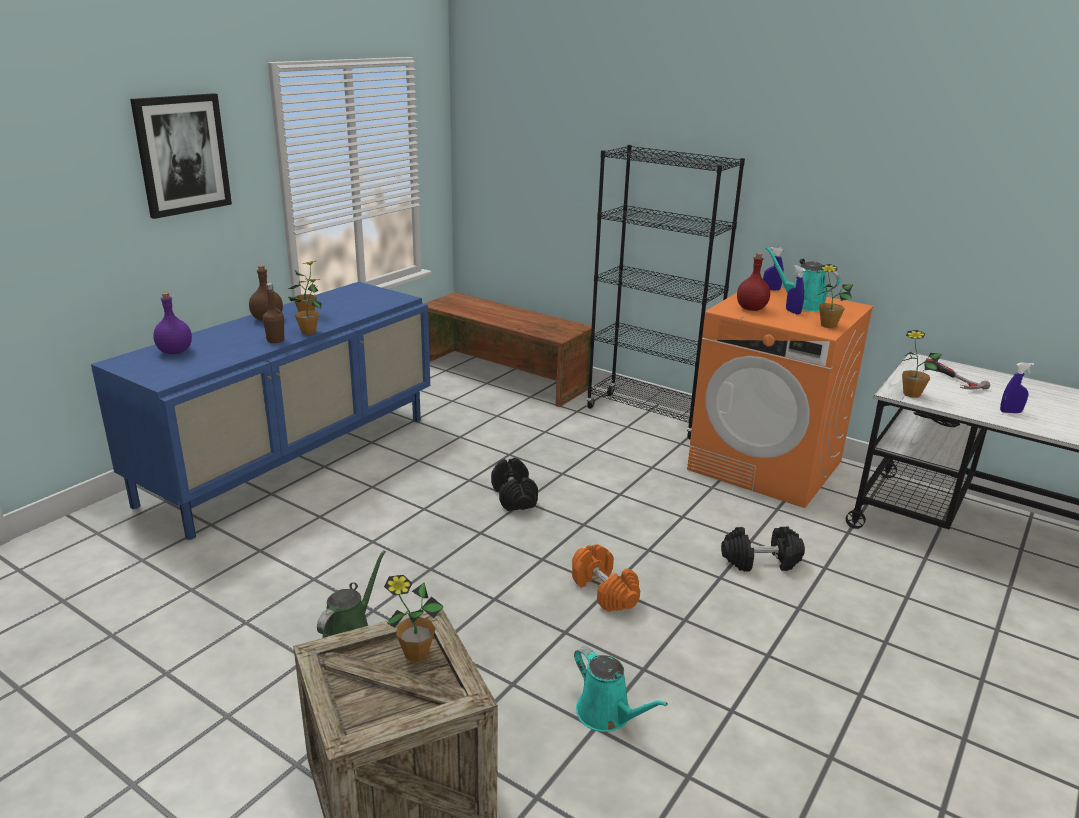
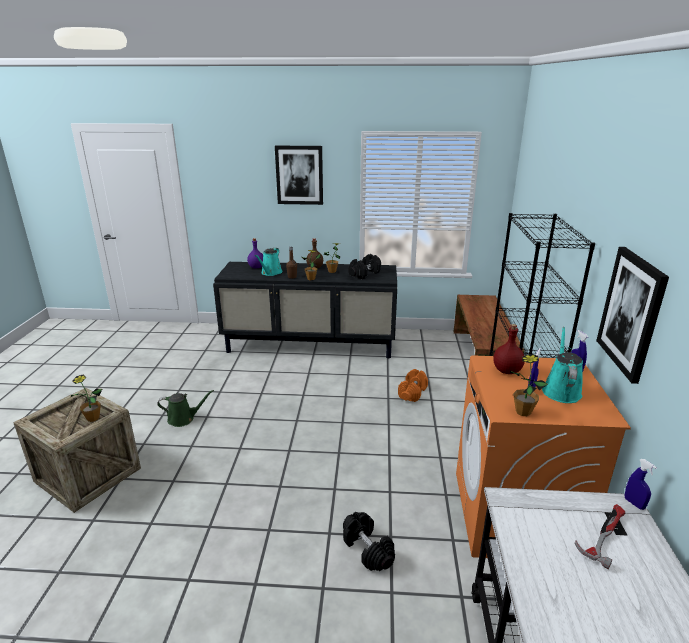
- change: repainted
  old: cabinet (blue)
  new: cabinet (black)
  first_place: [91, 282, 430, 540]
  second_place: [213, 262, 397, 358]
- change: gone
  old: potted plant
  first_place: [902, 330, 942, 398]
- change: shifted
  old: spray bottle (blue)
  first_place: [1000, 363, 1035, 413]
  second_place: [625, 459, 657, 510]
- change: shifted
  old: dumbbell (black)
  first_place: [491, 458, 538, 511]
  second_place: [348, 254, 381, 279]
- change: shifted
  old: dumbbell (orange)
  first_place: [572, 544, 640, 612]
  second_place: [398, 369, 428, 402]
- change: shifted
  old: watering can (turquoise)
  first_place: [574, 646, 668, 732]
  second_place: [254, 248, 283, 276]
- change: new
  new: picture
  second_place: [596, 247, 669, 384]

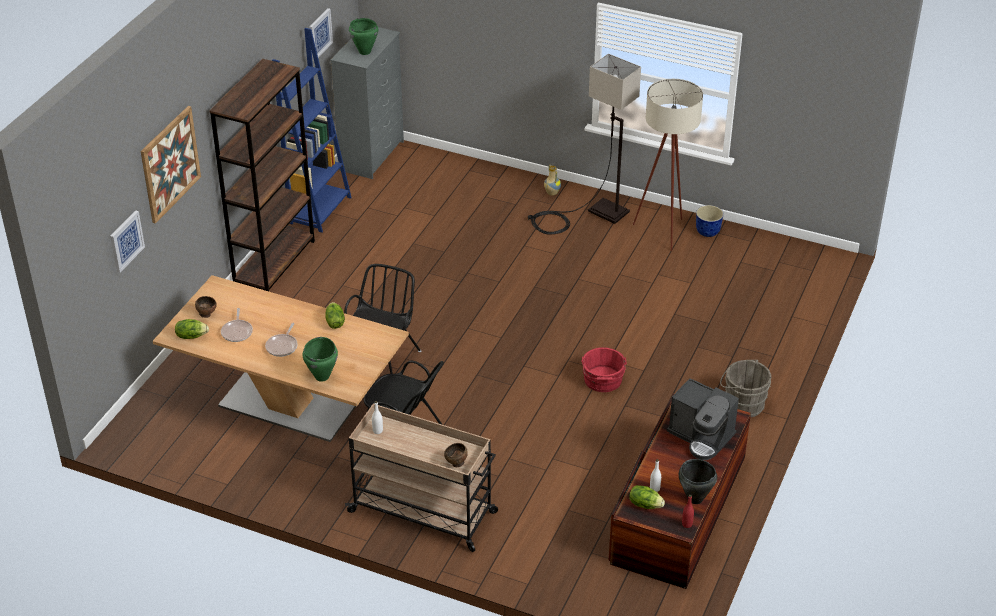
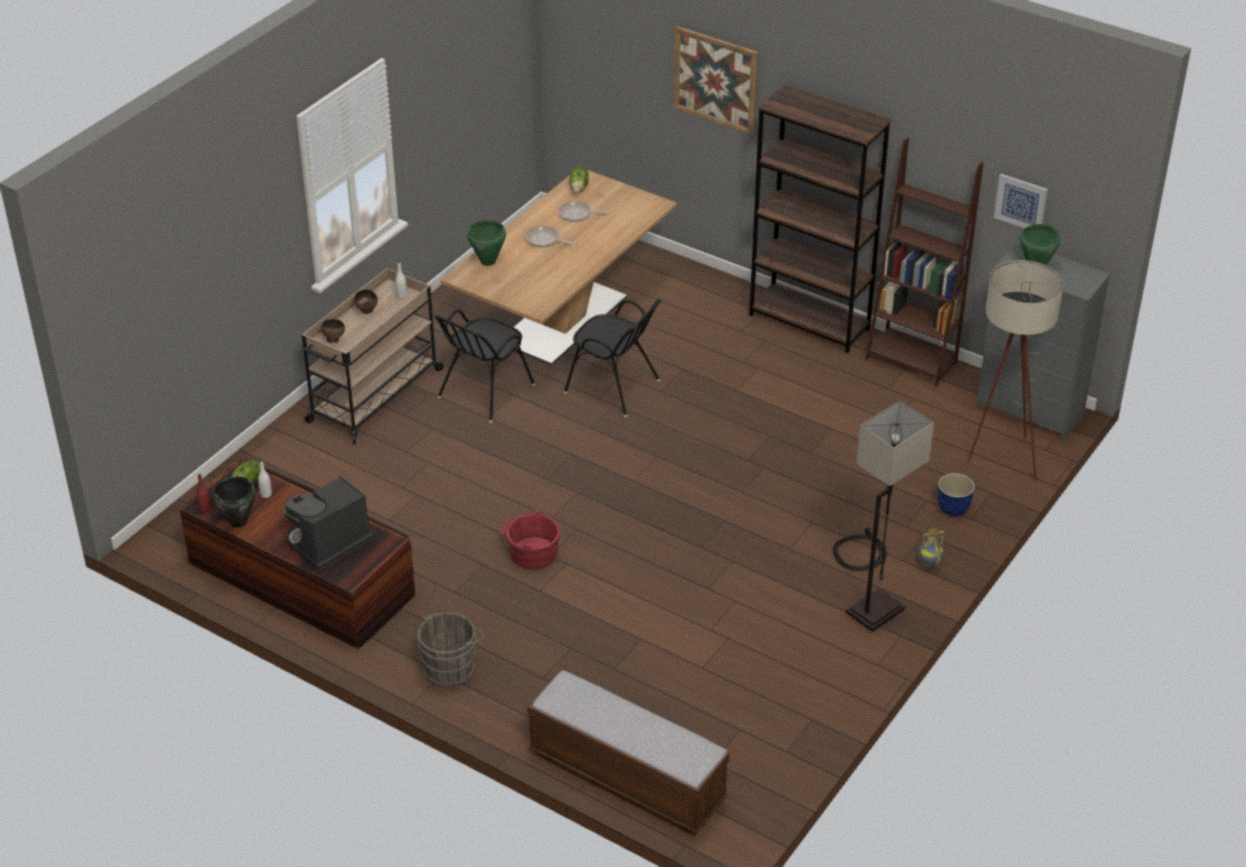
- change: repainted
  old: bookcase (blue)
  new: bookcase (brown)
  first_place: [272, 28, 352, 232]
  second_place: [865, 137, 983, 387]
- change: shifted
  old: floor lamp (beige)
  first_place: [633, 79, 703, 251]
  second_place: [968, 260, 1064, 481]
- change: shifted
  old: planter
  first_place: [696, 205, 724, 237]
  second_place: [938, 473, 975, 516]
- change: gone
  old: picture
  first_place: [110, 211, 145, 273]
- change: shifted
  old: bowl (brown)
  first_place: [195, 296, 217, 318]
  second_place: [354, 289, 378, 314]
- change: gone
  old: lettuce
  first_place: [325, 302, 345, 329]
- change: new
  new: bench
  second_place: [527, 670, 729, 834]

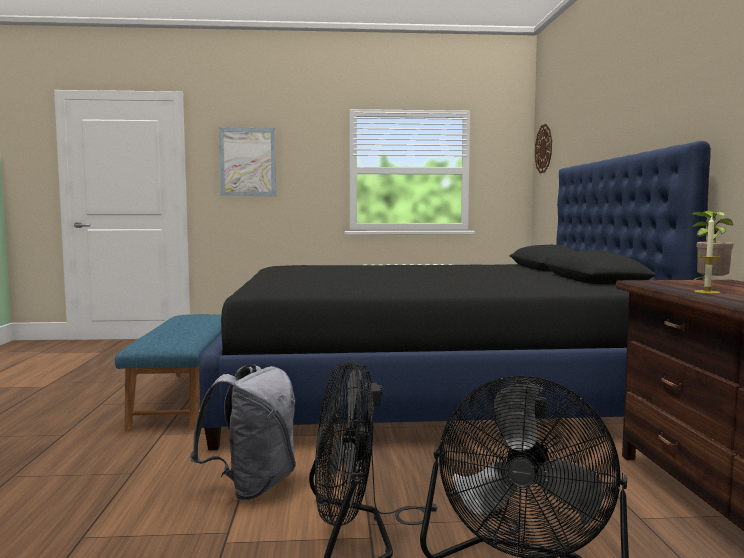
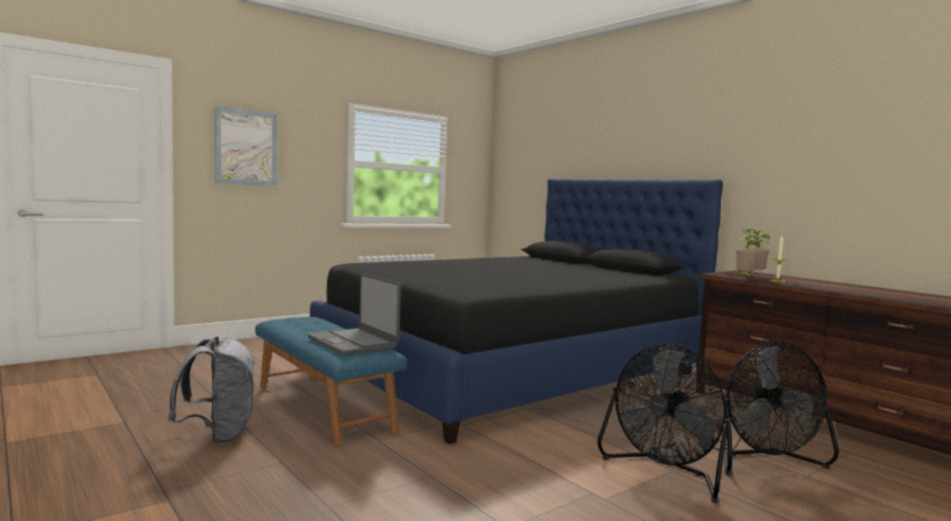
- change: gone
  old: wall clock
  first_place: [535, 124, 552, 173]
- change: shifted
  old: backpack (grey)
  first_place: [190, 364, 296, 501]
  second_place: [168, 337, 255, 444]
- change: new
  new: potted plant
  second_place: [736, 229, 759, 278]
- change: new
  new: laptop
  second_place: [308, 273, 401, 355]

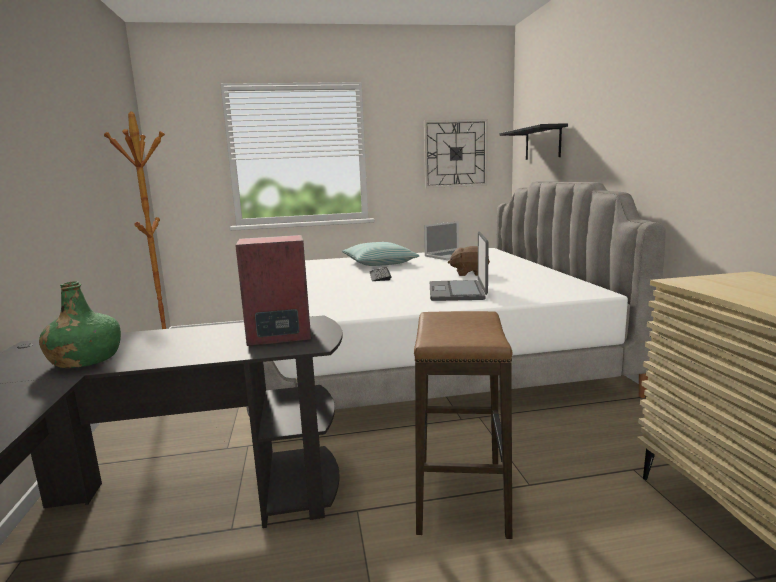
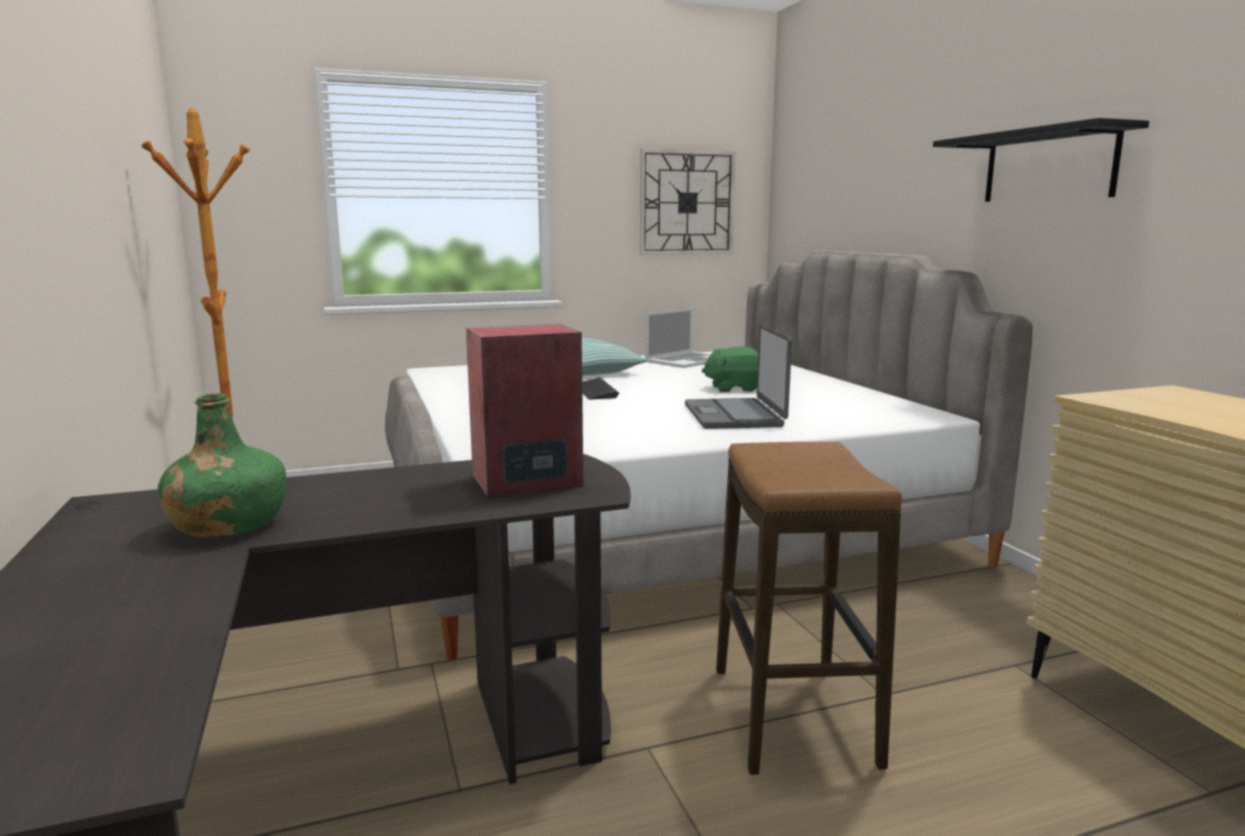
- change: shifted
  old: shelf (black)
  first_place: [500, 123, 568, 160]
  second_place: [933, 118, 1149, 202]
- change: repainted
  old: plush toy (brown)
  new: plush toy (green)
  first_place: [448, 246, 490, 276]
  second_place: [701, 346, 758, 392]

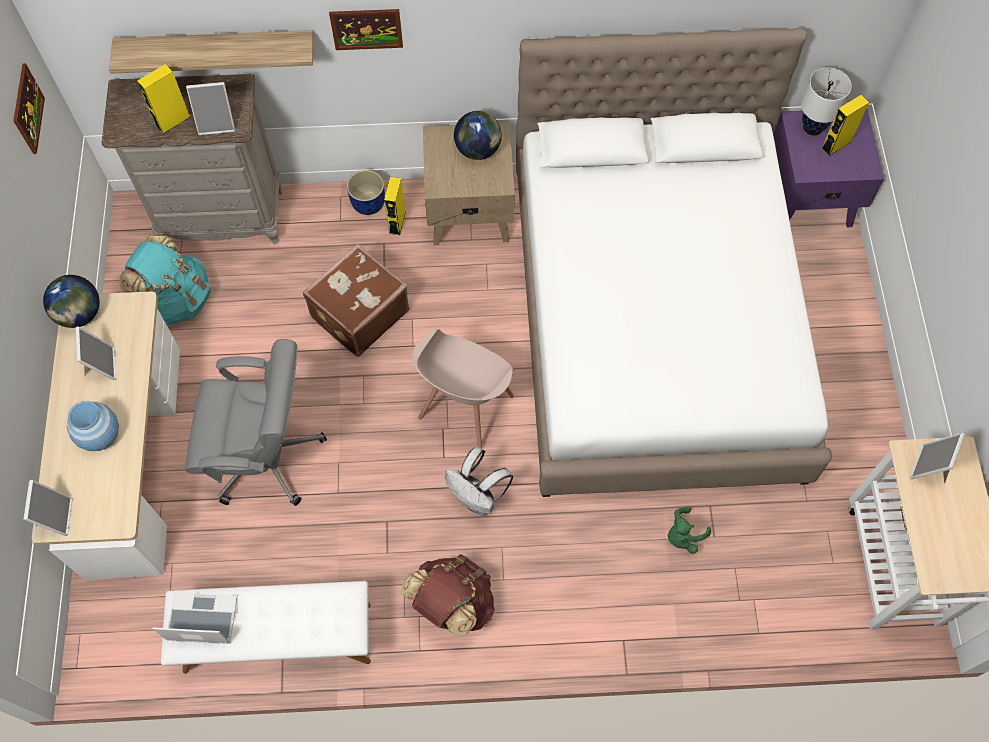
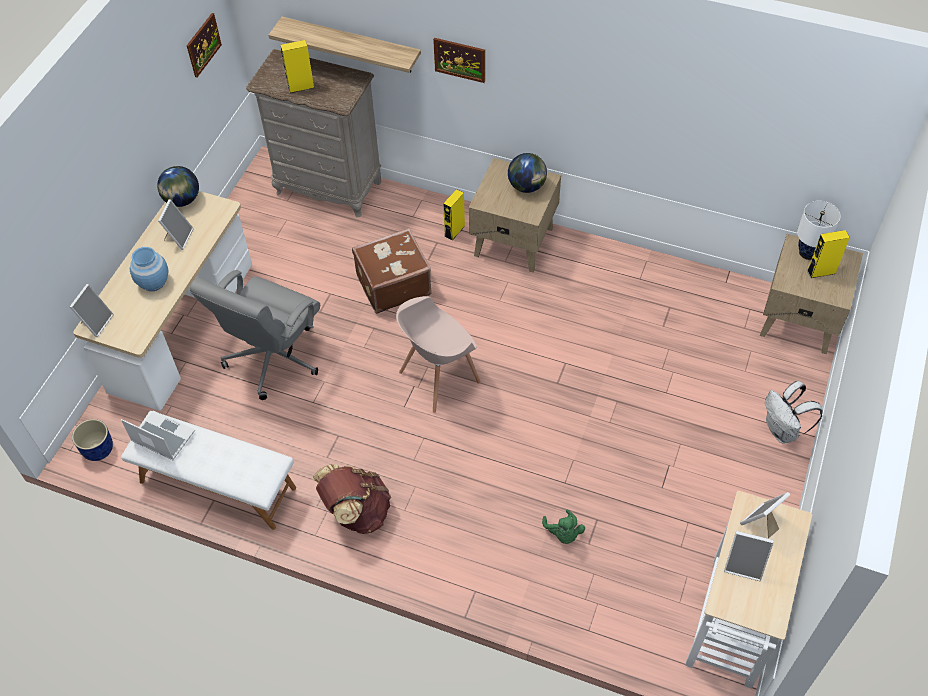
- change: gone
  old: bed (white)
  first_place: [516, 28, 832, 497]
- change: shifted
  old: picture frame
  first_place: [186, 82, 235, 135]
  second_place: [724, 531, 774, 581]
- change: repainted
  old: nightstand (purple)
  new: nightstand (beige)
  first_place: [773, 109, 884, 228]
  second_place: [760, 234, 863, 354]
- change: shifted
  old: planter (blue)
  first_place: [347, 170, 385, 215]
  second_place: [72, 419, 113, 461]
- change: gone
  old: backpack (turquoise)
  first_place: [119, 235, 211, 326]
- change: rotated
  old: office chair (grey)
  first_place: [185, 339, 327, 506]
  second_place: [190, 270, 320, 400]
  degrees: 90
- change: shifted
  old: backpack (white)
  first_place: [445, 447, 513, 516]
  second_place: [765, 381, 823, 444]
- change: rotated
  old: plush toy (green)
  first_place: [668, 507, 711, 554]
  second_place: [542, 509, 585, 544]
  degrees: -90

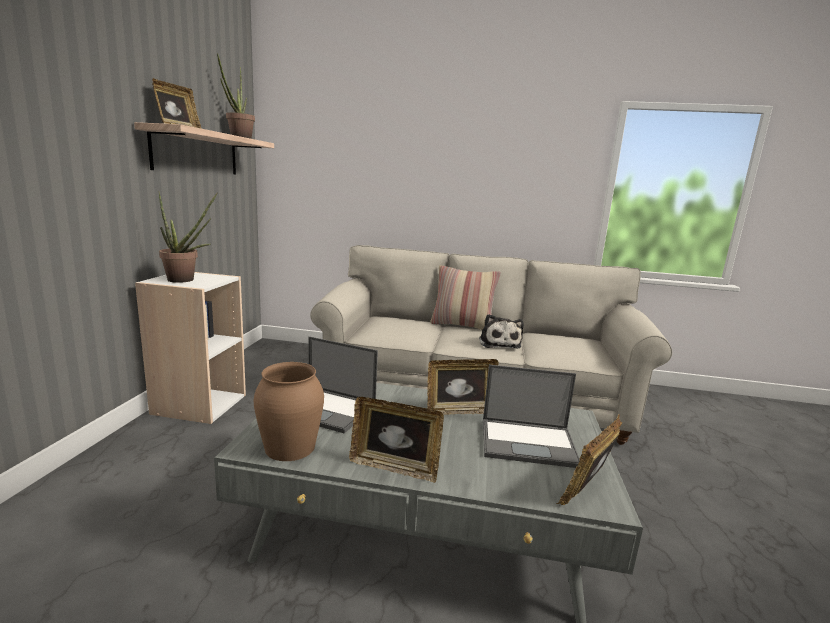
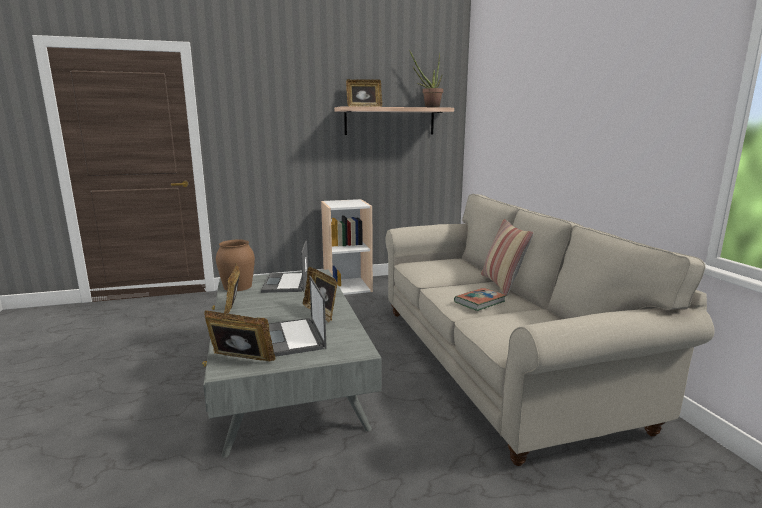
- change: gone
  old: potted plant
  first_place: [158, 191, 218, 283]
- change: swapped
  old: plush toy
  new: book
  first_place: [479, 314, 524, 348]
  second_place: [454, 288, 506, 311]

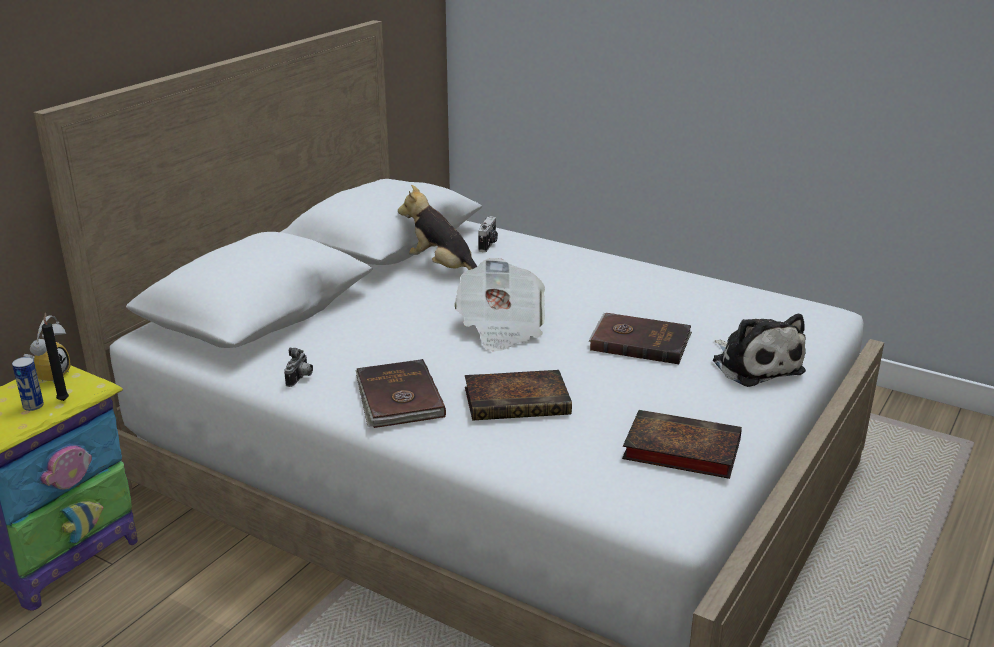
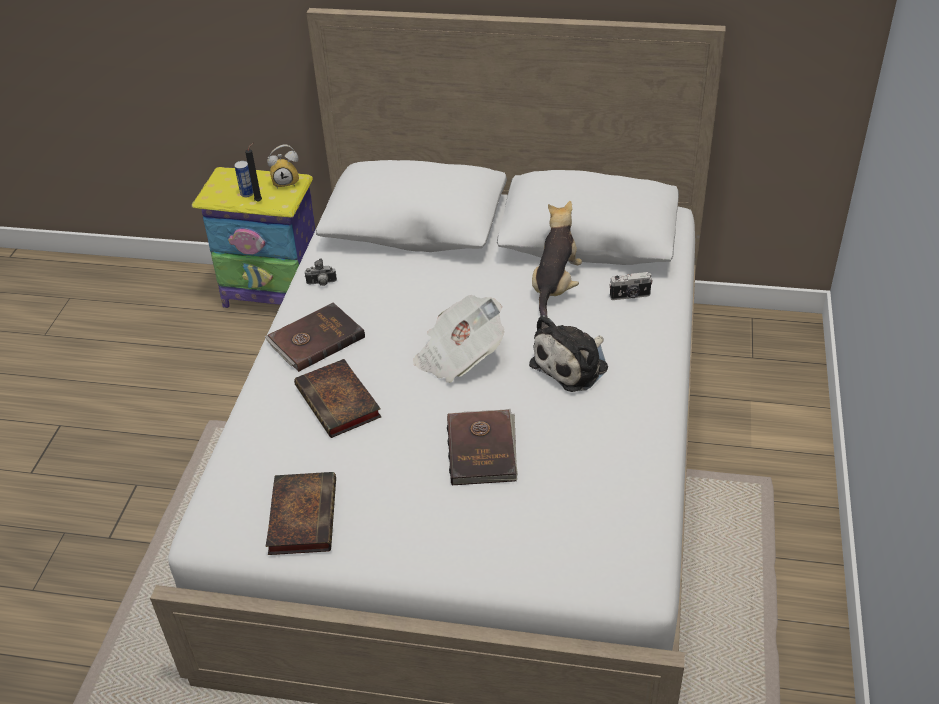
- change: shifted
  old: plush toy
  first_place: [713, 314, 806, 387]
  second_place: [529, 315, 608, 392]

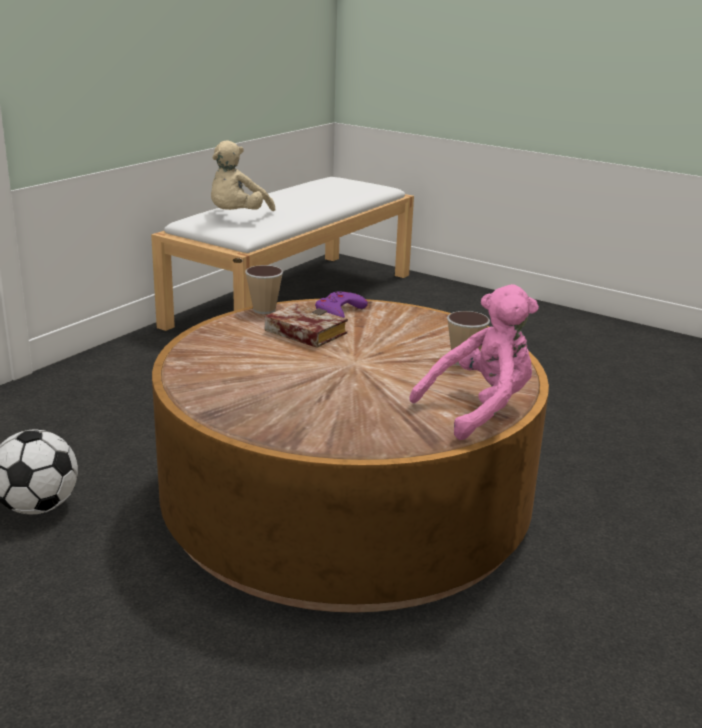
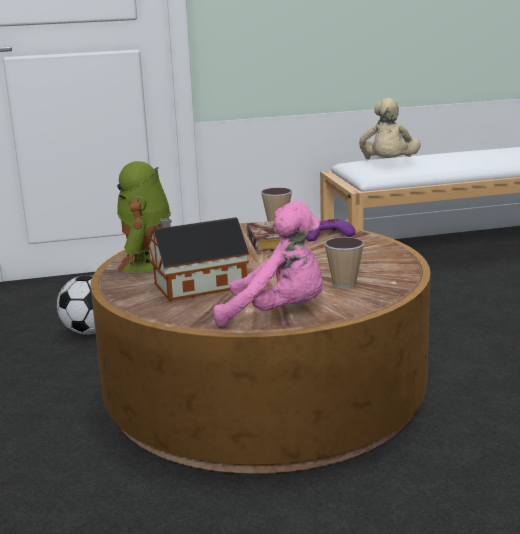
- change: rotated
  old: plush toy (beige)
  first_place: [211, 140, 276, 211]
  second_place: [359, 98, 421, 159]
  degrees: -60
- change: new
  new: toy robot
  second_place: [117, 161, 171, 272]
- change: new
  new: toy house
  second_place: [147, 217, 249, 301]

